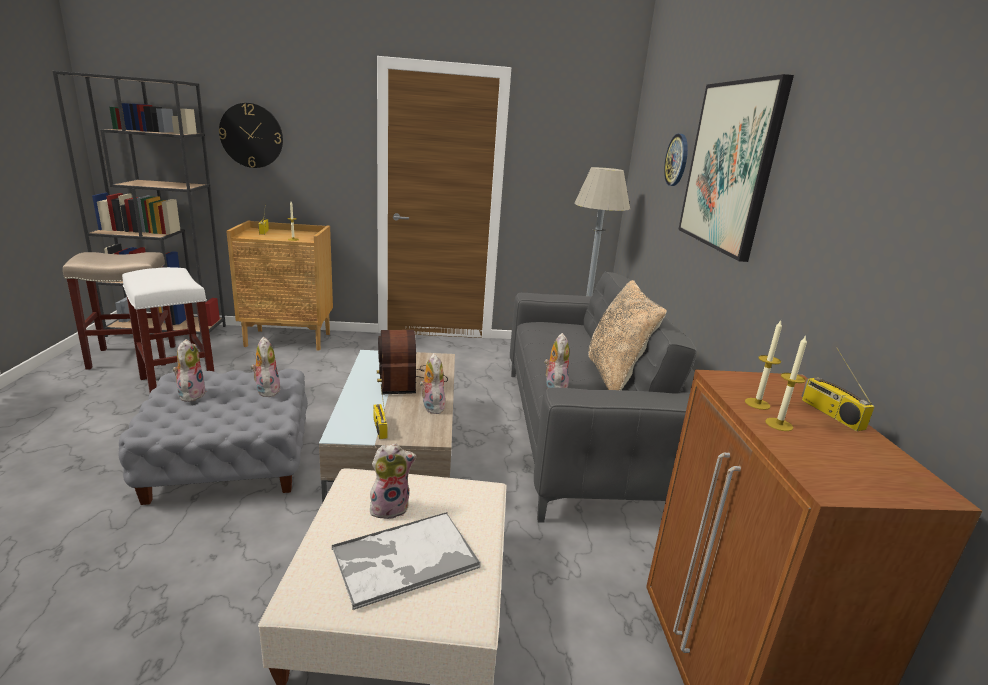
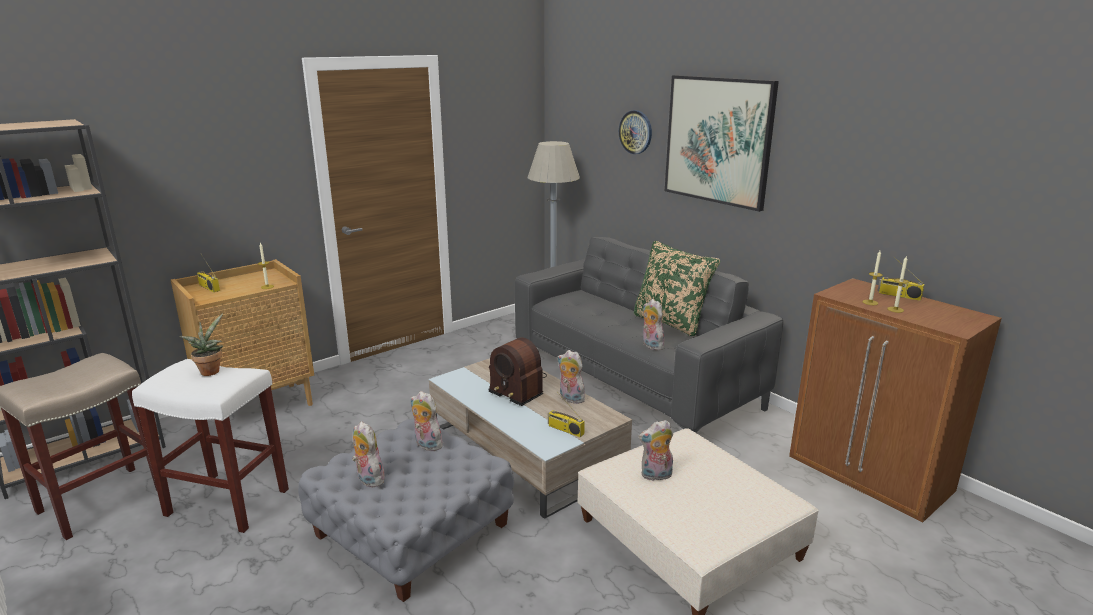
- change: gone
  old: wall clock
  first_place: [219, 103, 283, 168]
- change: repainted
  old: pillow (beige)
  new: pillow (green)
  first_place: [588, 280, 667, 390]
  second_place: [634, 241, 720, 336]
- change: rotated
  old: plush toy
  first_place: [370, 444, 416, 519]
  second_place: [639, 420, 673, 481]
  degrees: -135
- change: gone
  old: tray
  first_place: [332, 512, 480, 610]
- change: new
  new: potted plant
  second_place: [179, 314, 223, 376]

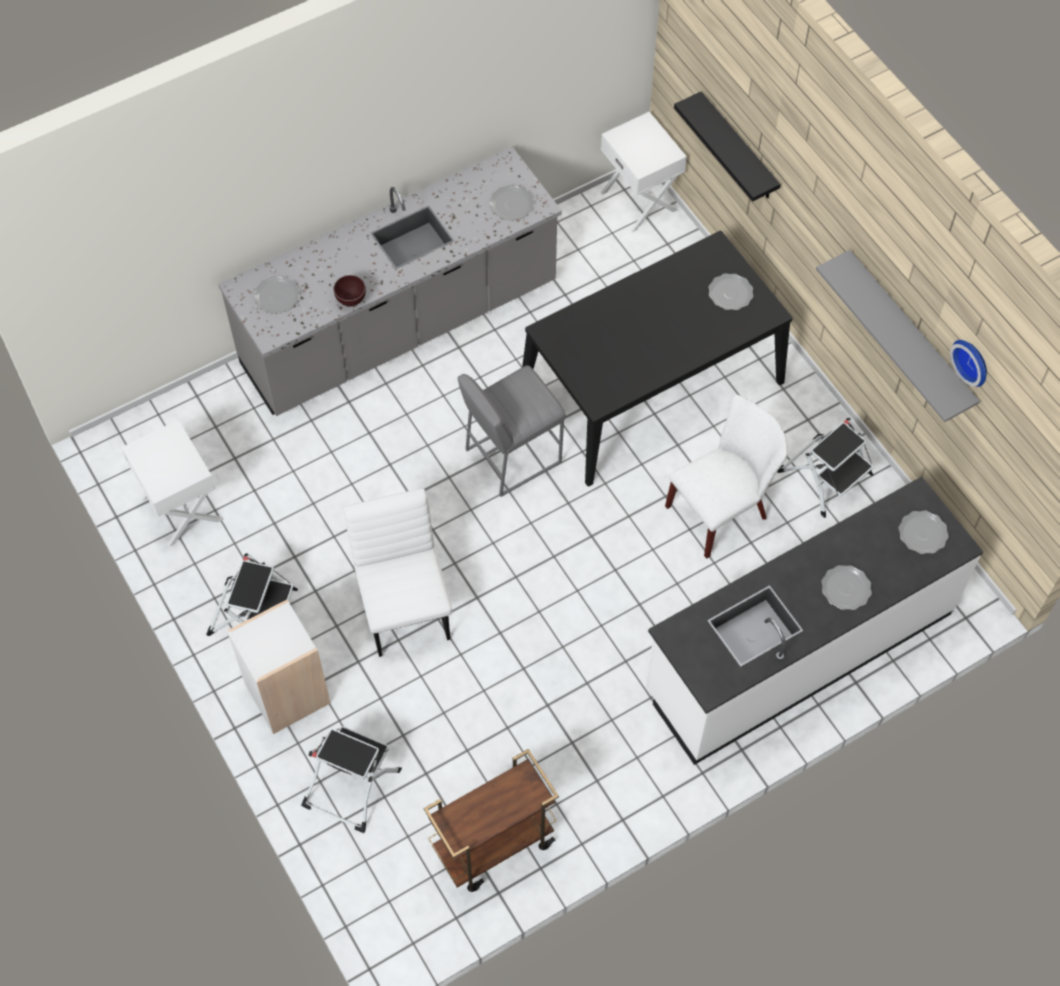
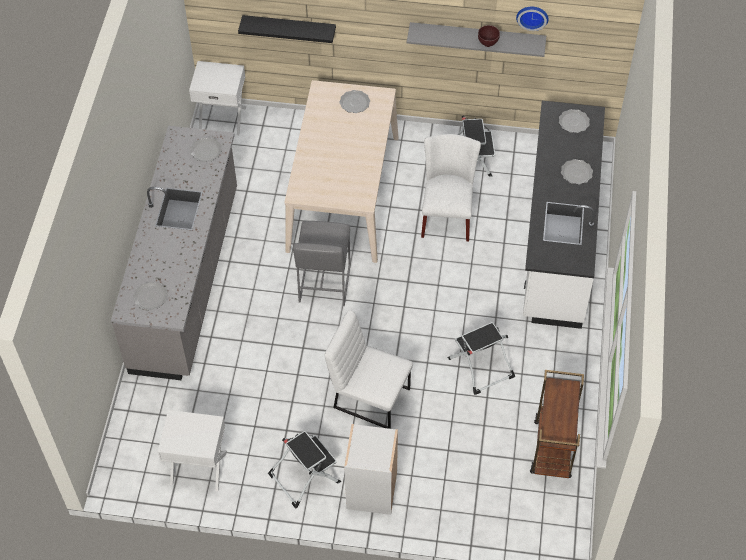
- change: repainted
  old: dining table (black)
  new: dining table (beige)
  first_place: [522, 231, 793, 487]
  second_place: [284, 80, 399, 263]
- change: shifted
  old: bowl (brown)
  first_place: [333, 275, 366, 307]
  second_place: [478, 25, 500, 47]
- change: shifted
  old: step ladder
  first_place: [301, 726, 402, 833]
  second_place: [448, 322, 515, 395]

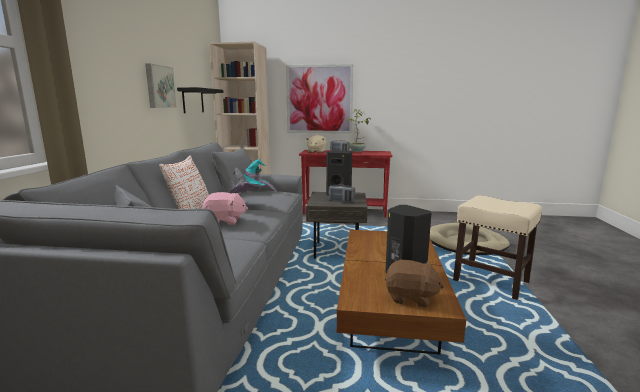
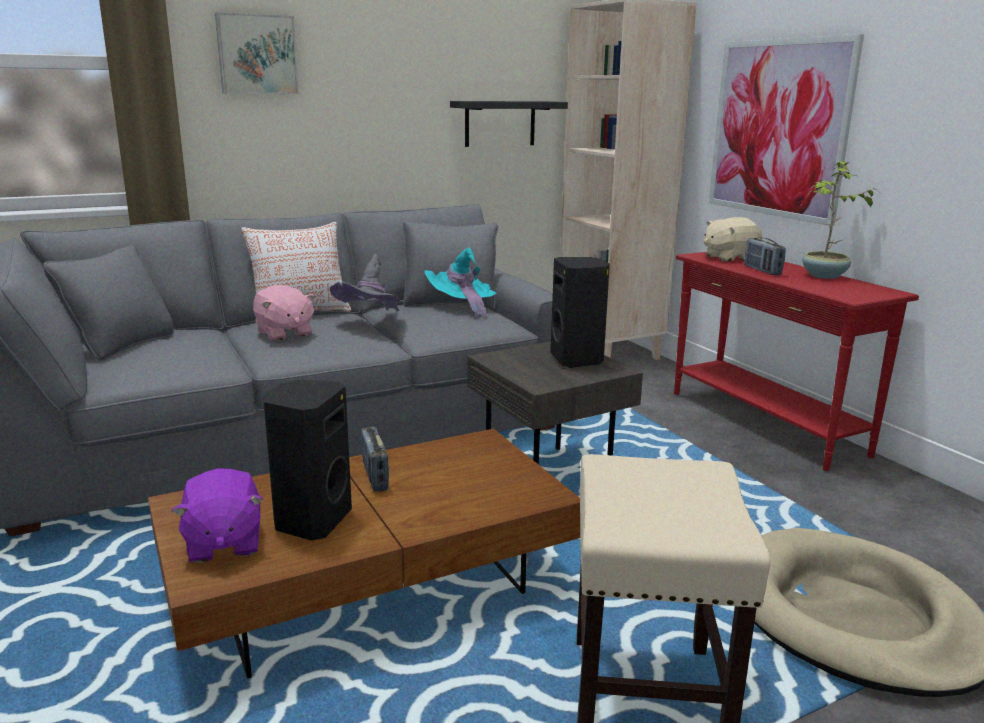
- change: shifted
  old: picture
  first_place: [145, 64, 177, 108]
  second_place: [215, 12, 299, 94]
- change: shifted
  old: radio
  first_place: [328, 185, 355, 203]
  second_place: [361, 427, 389, 492]
- change: repainted
  old: plush toy (brown)
  new: plush toy (purple)
  first_place: [385, 260, 444, 307]
  second_place: [171, 468, 263, 563]

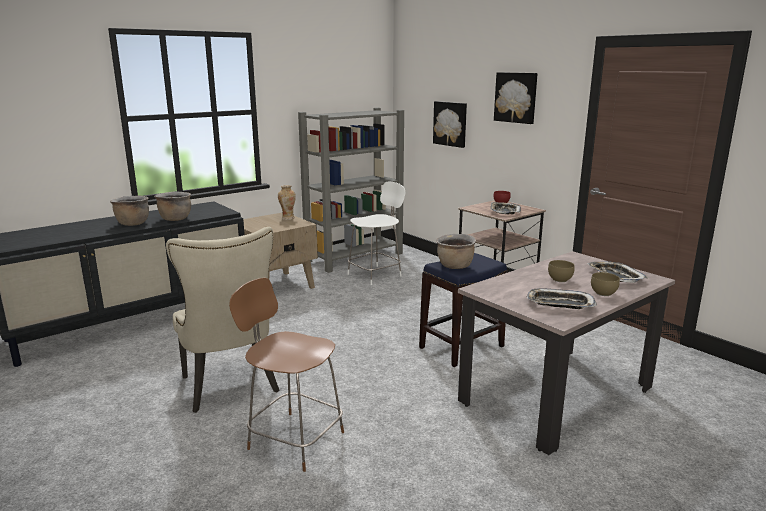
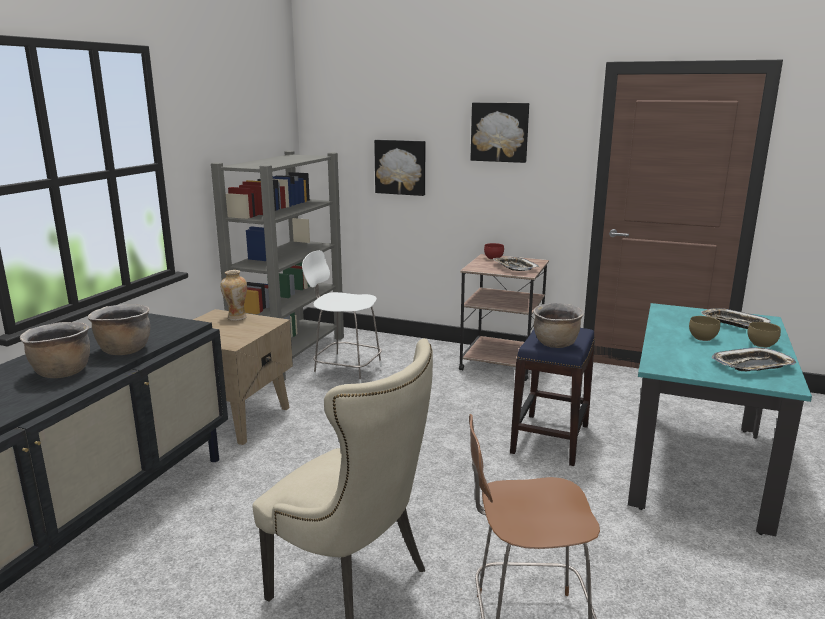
- change: rotated
  old: chair (white)
  first_place: [347, 182, 405, 285]
  second_place: [302, 250, 382, 383]
  degrees: -90
- change: repainted
  old: dining table (beige)
  new: dining table (turquoise)
  first_place: [458, 251, 675, 455]
  second_place: [628, 303, 812, 536]

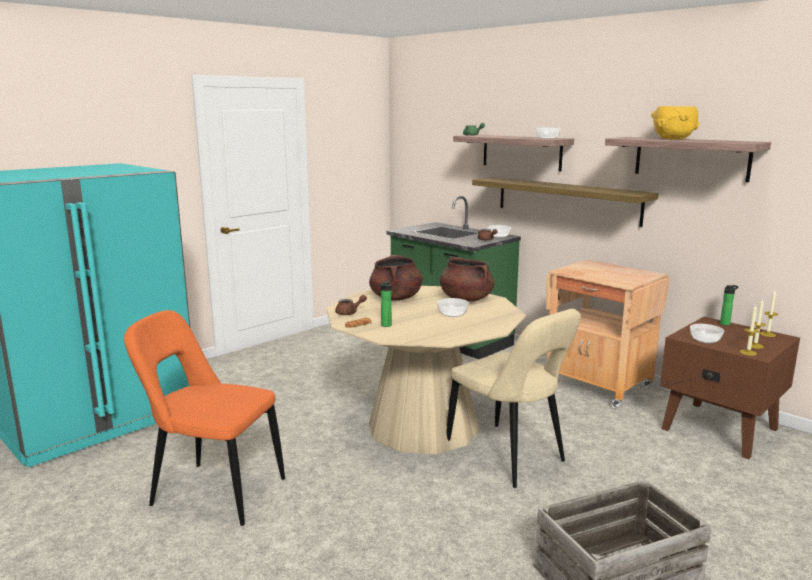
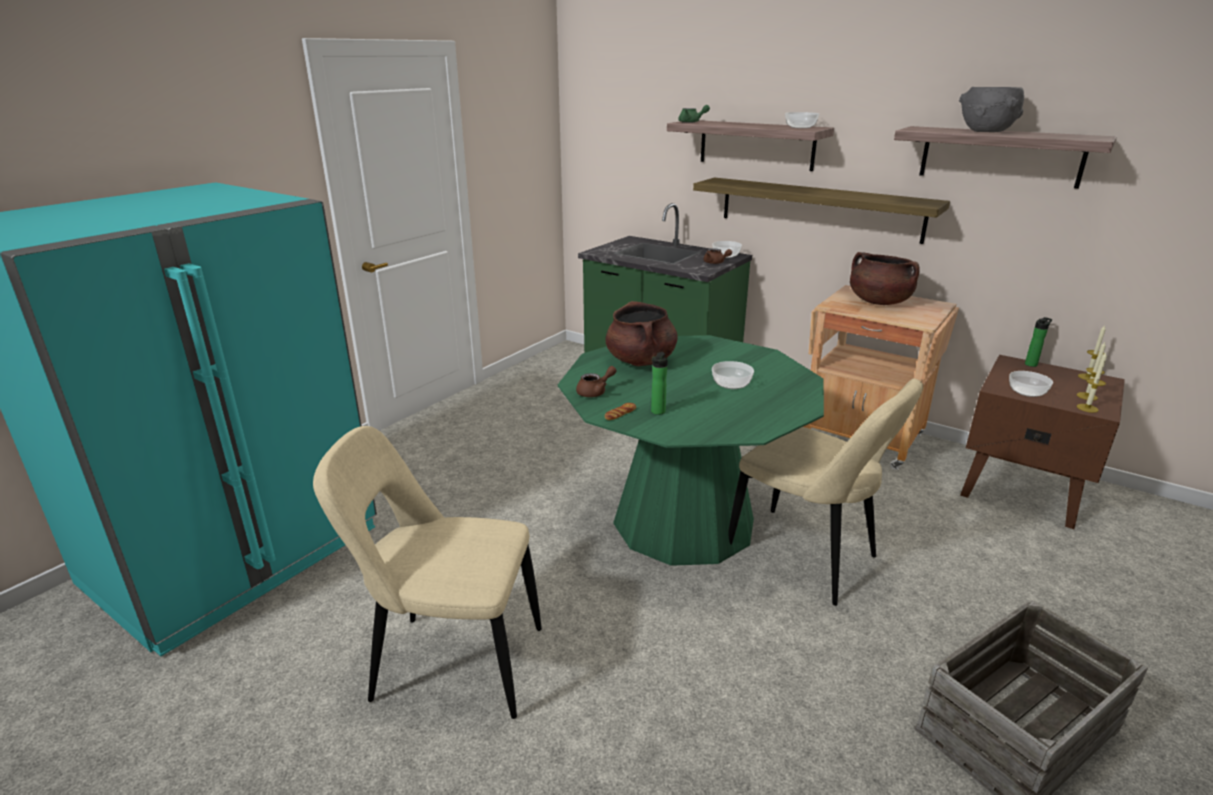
- change: repainted
  old: bowl (yellow)
  new: bowl (grey)
  first_place: [651, 106, 700, 139]
  second_place: [959, 87, 1024, 132]
- change: shifted
  old: cooking pot (brown)
  first_place: [440, 256, 494, 302]
  second_place: [850, 252, 920, 305]
- change: repainted
  old: dining table (beige)
  new: dining table (green)
  first_place: [326, 286, 526, 454]
  second_place: [558, 335, 824, 566]
- change: repainted
  old: chair (orange)
  new: chair (beige)
  first_place: [124, 310, 285, 526]
  second_place: [313, 426, 542, 719]

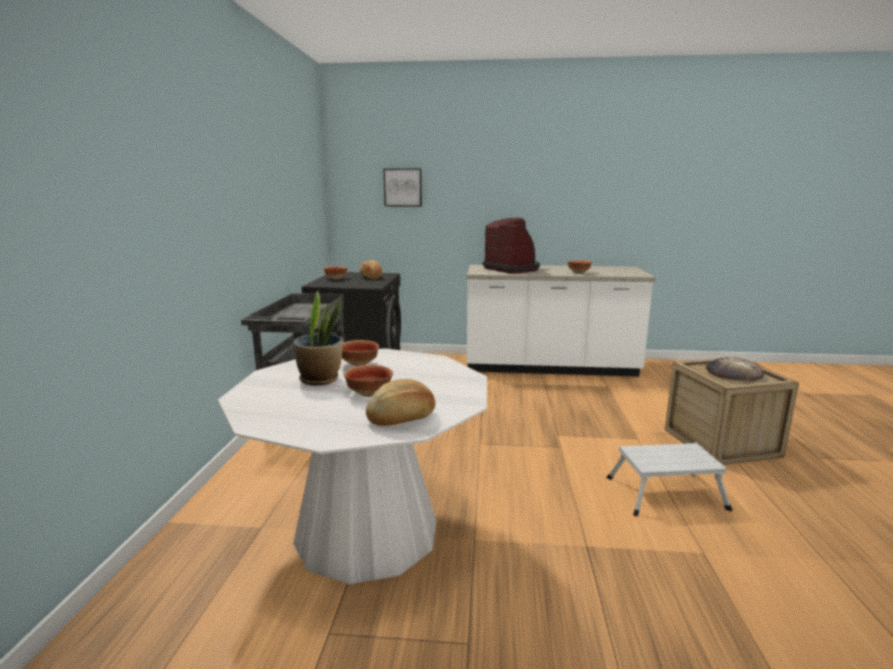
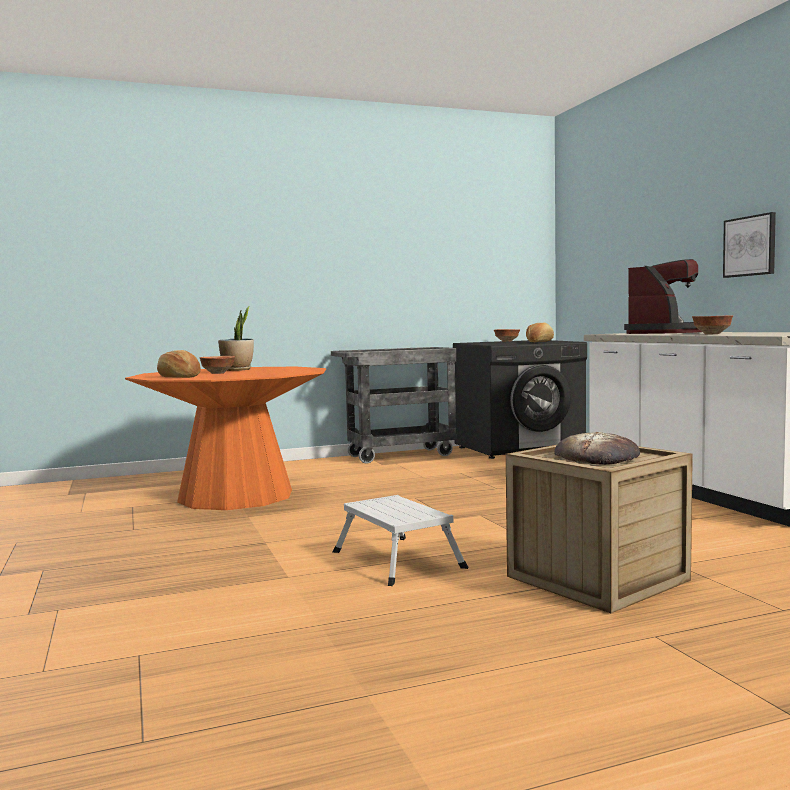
- change: shifted
  old: picture
  first_place: [384, 169, 422, 206]
  second_place: [723, 212, 776, 278]
- change: gone
  old: bowl
  first_place: [342, 340, 379, 366]
- change: repainted
  old: dining table (white)
  new: dining table (orange)
  first_place: [218, 348, 487, 584]
  second_place: [125, 367, 326, 510]

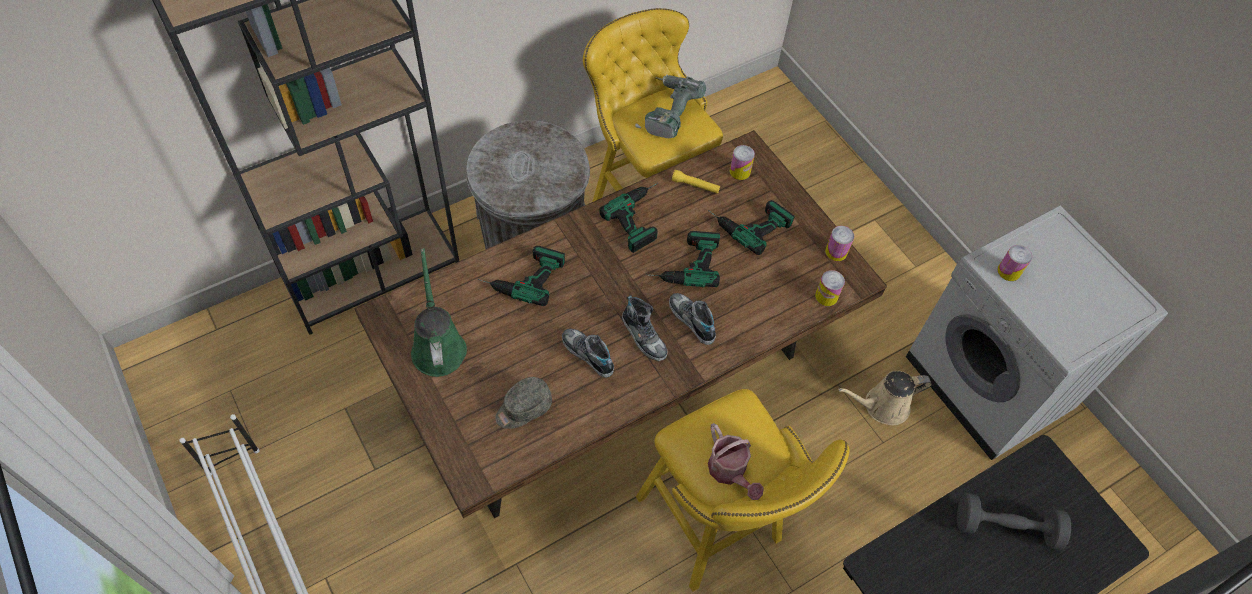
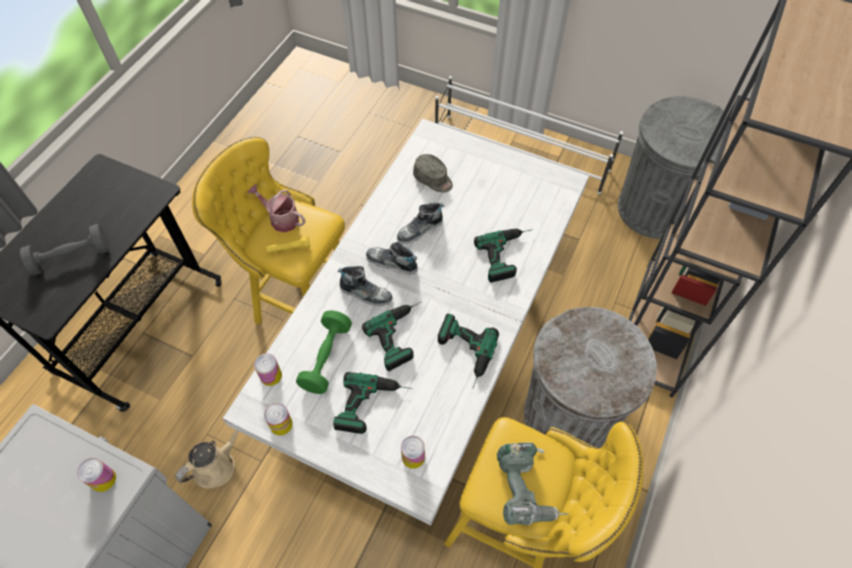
- change: repainted
  old: dining table (brown)
  new: dining table (white)
  first_place: [354, 130, 887, 518]
  second_place: [222, 118, 589, 525]
- change: shifted
  old: flashlight (yellow)
  first_place: [672, 170, 720, 194]
  second_place: [266, 237, 311, 253]
- change: gone
  old: watering can (green)
  first_place: [411, 248, 467, 377]
- change: rotated
  old: shoe
  first_place: [562, 329, 614, 378]
  second_place: [397, 203, 444, 244]
  degrees: 135
- change: rotated
  old: cap (grey)
  first_place: [495, 377, 552, 429]
  second_place: [413, 154, 453, 192]
  degrees: 105
- change: new
  new: trash can (grey)
  second_place: [618, 96, 728, 239]
- change: new
  new: dumbbell (green)
  second_place: [296, 310, 352, 394]

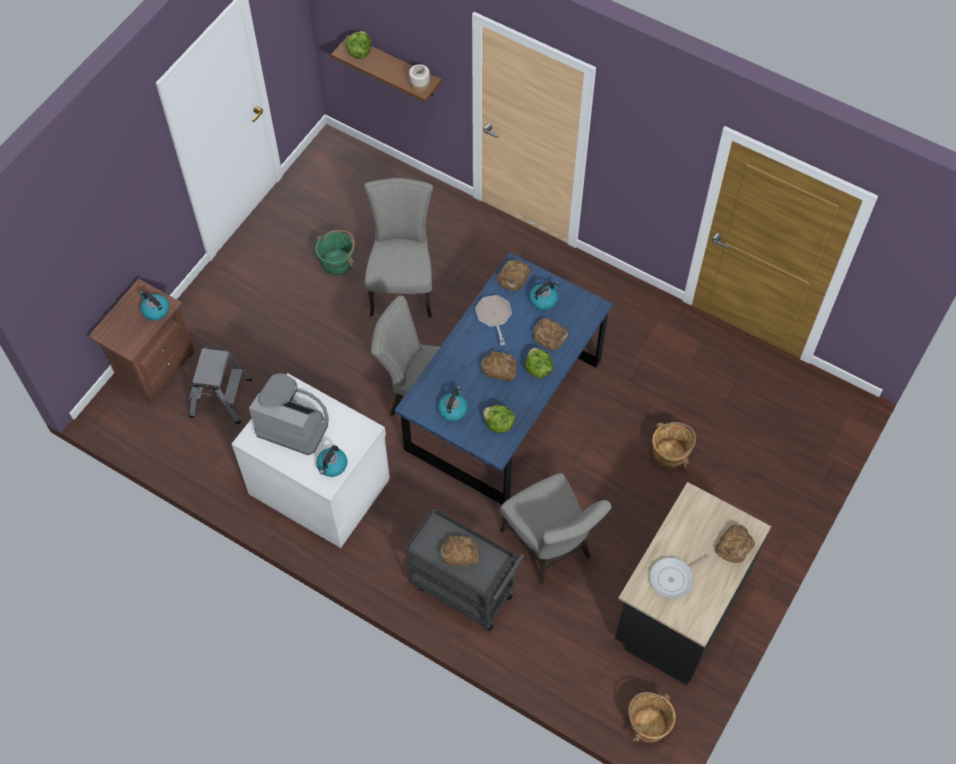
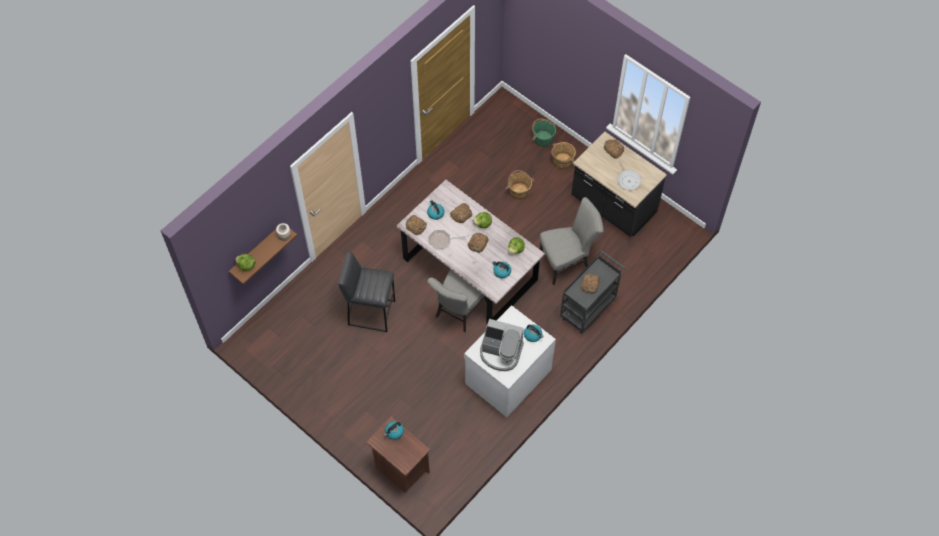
- change: swapped
  old: chair (grey)
  new: stool (grey)
  first_place: [364, 178, 433, 318]
  second_place: [338, 252, 395, 332]
- change: shifted
  old: bucket (green)
  first_place: [316, 230, 355, 276]
  second_place: [532, 119, 556, 147]
- change: repainted
  old: dining table (blue)
  new: dining table (grey)
  first_place: [394, 252, 613, 504]
  second_place: [397, 180, 545, 324]
- change: gone
  old: step ladder (grey)
  first_place: [188, 346, 252, 424]
- change: rotated
  old: coffee machine
  first_place: [249, 373, 329, 455]
  second_place: [480, 319, 524, 371]
  degrees: -105
- change: shifted
  old: bucket (brown)
  first_place: [628, 692, 676, 743]
  second_place: [551, 142, 576, 169]

